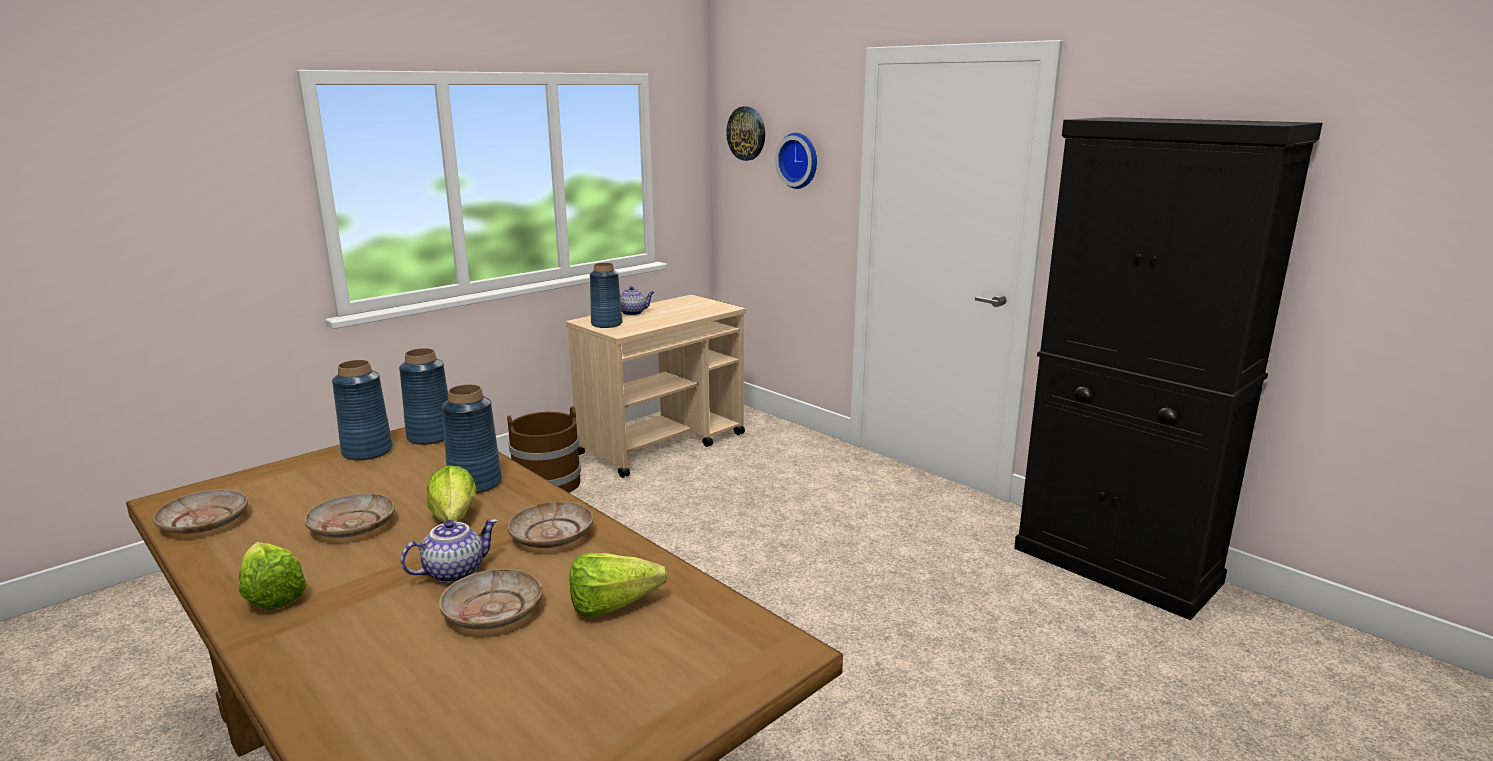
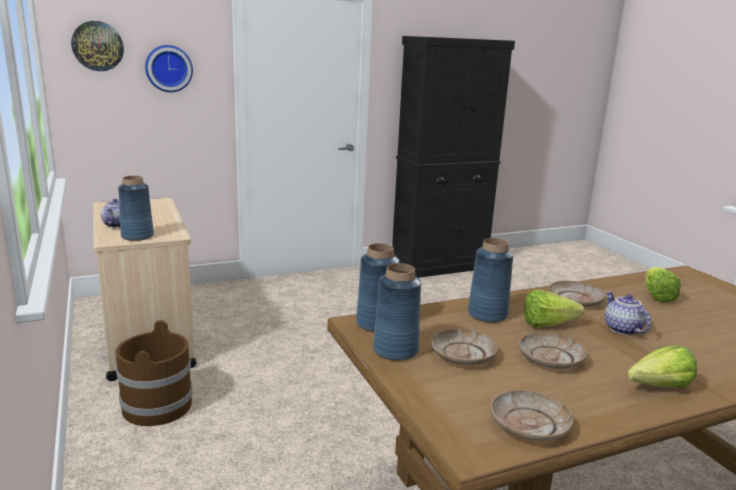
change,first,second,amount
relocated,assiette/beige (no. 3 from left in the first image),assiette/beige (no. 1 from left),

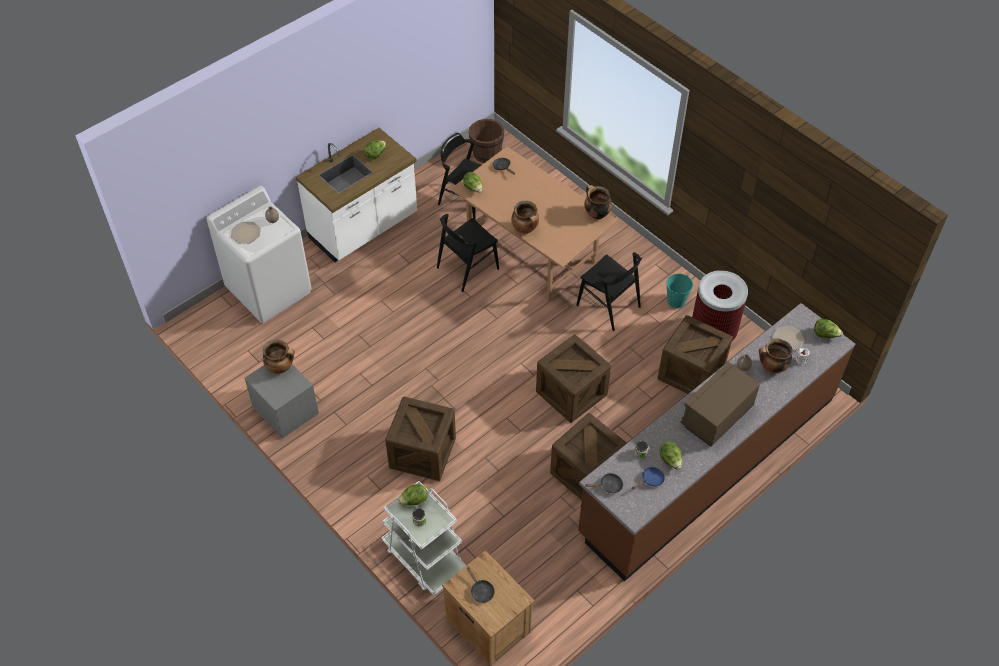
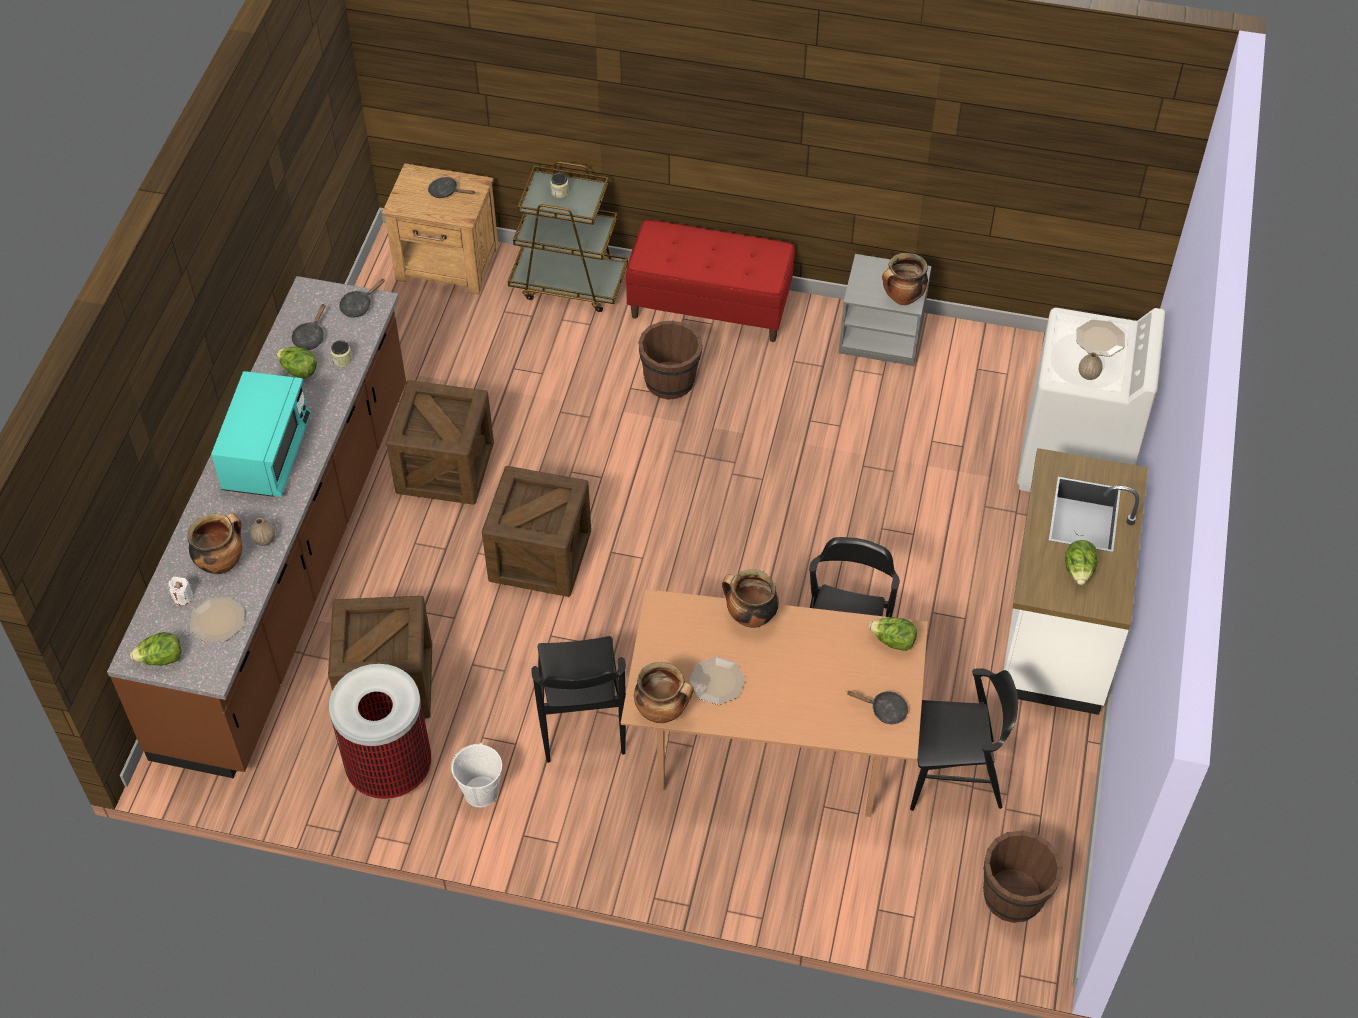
change,first,second,amount
colour,micro-ondes/marron,micro-ondes/turquoise,
colour,poêle/bleu,poêle/noir (no. 1 from left),
colour,seau/turquoise,seau/blanc,
colour,chariot/blanc,chariot/marron,
spun,chaise/noir (no. 3 from left in the first image),chaise/noir (no. 1 from left),105 degrees counterclockwise
appeared,,banc/rouge,
exchanged,caisse (no. 1 from left),seau/marron (no. 1 from left),
appeared,,assiette (no. 2 from left),
missing,laitue (no. 2 from left),,

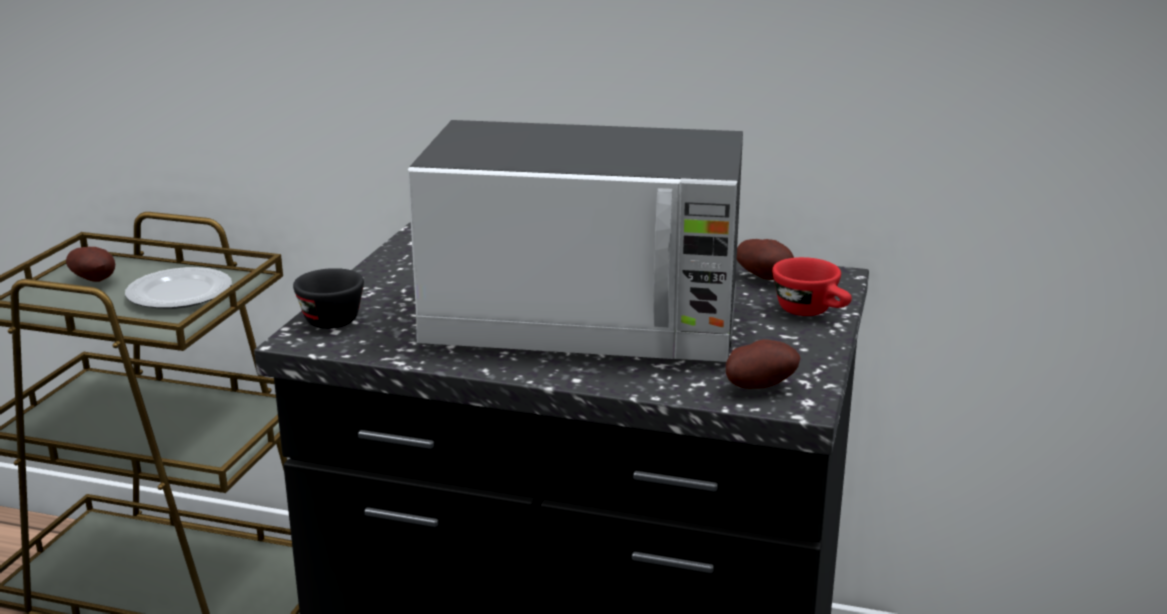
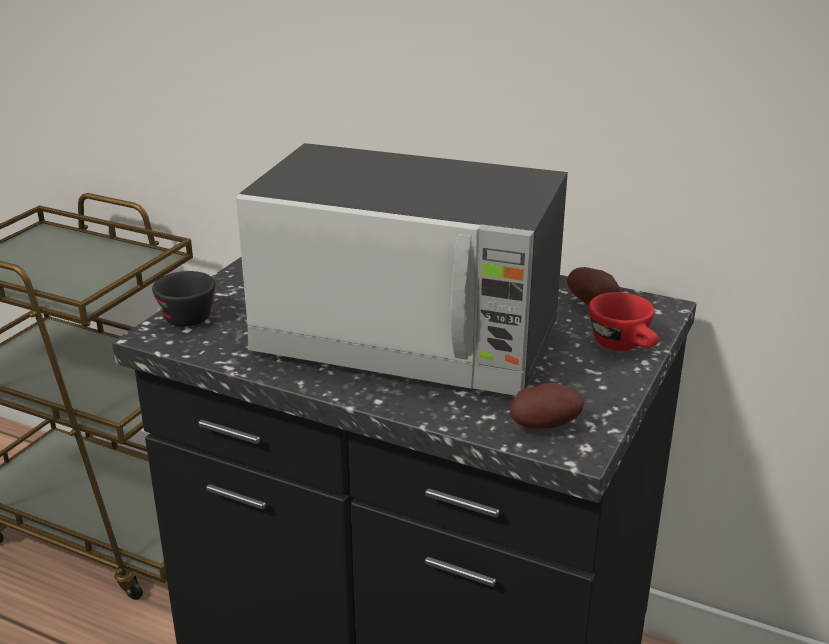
change,first,second,amount
missing,pomme de terre (no. 1 from left),,
missing,assiette,,

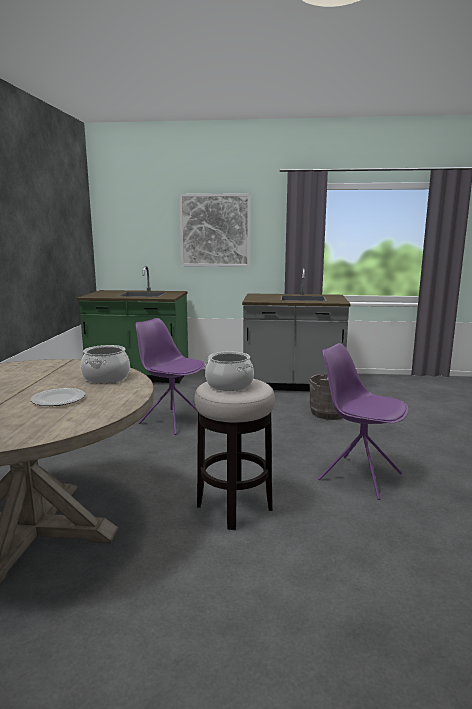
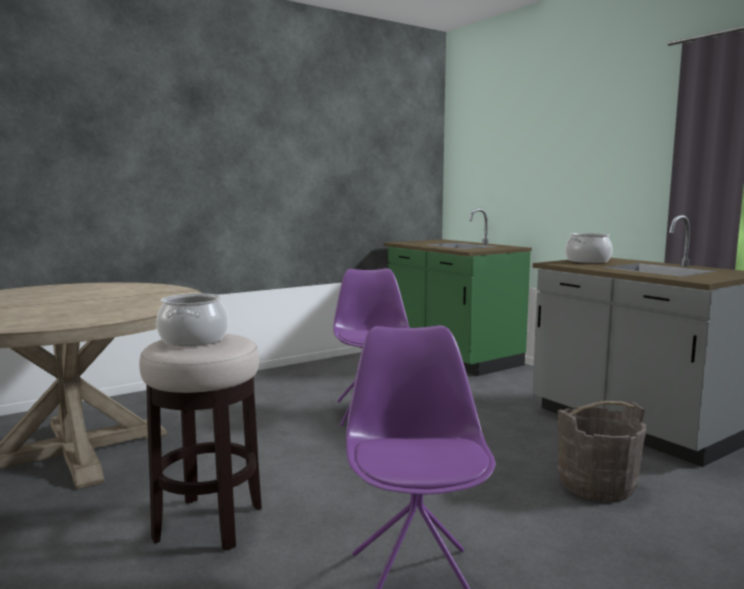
change,first,second,amount
relocated,marmite (no. 1 from left in the first image),marmite (no. 2 from left),
missing,assiette,,
missing,tableau,,

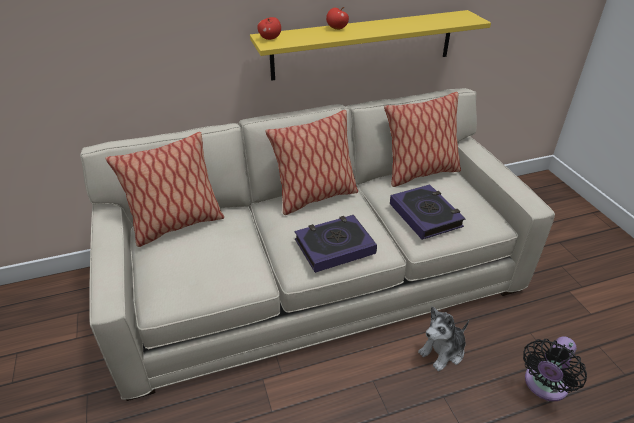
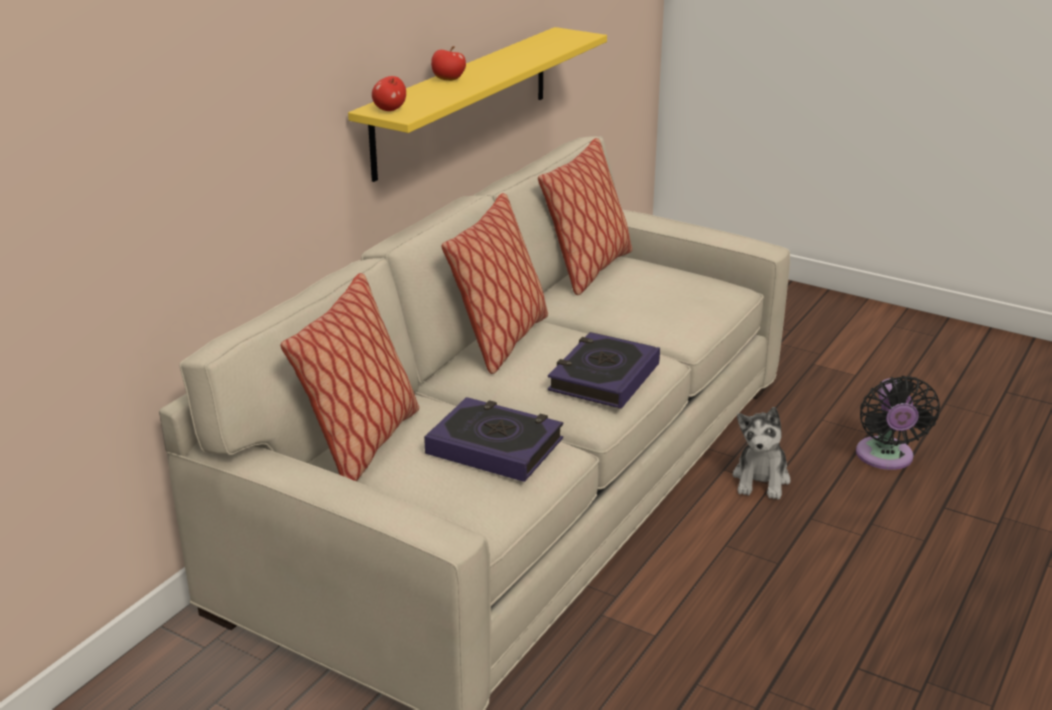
change,first,second,amount
relocated,livre (no. 2 from left in the first image),livre (no. 1 from left),

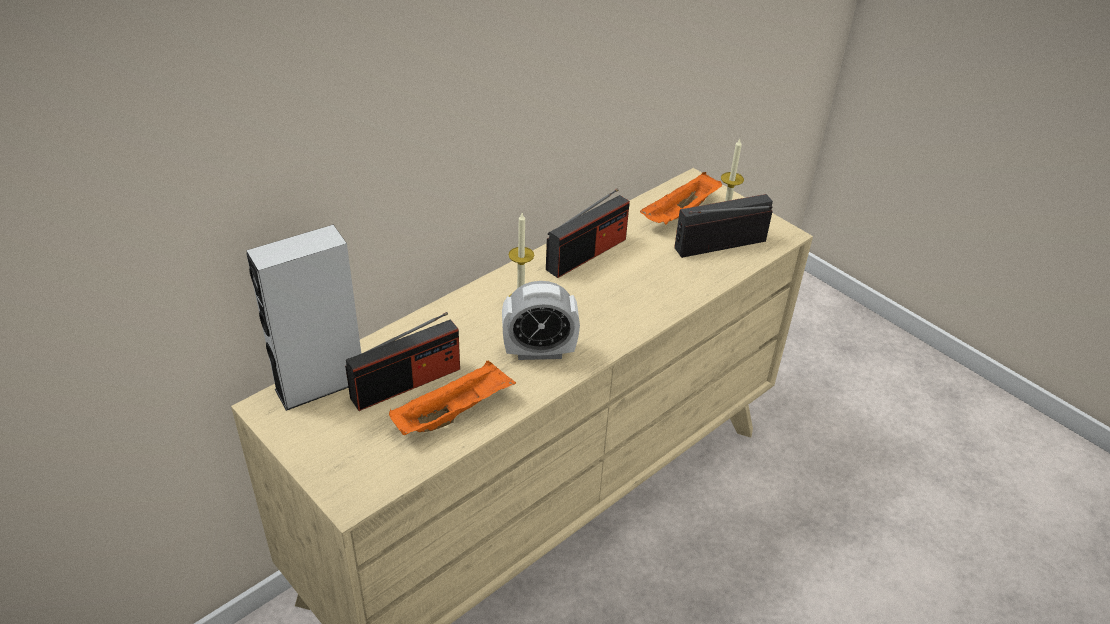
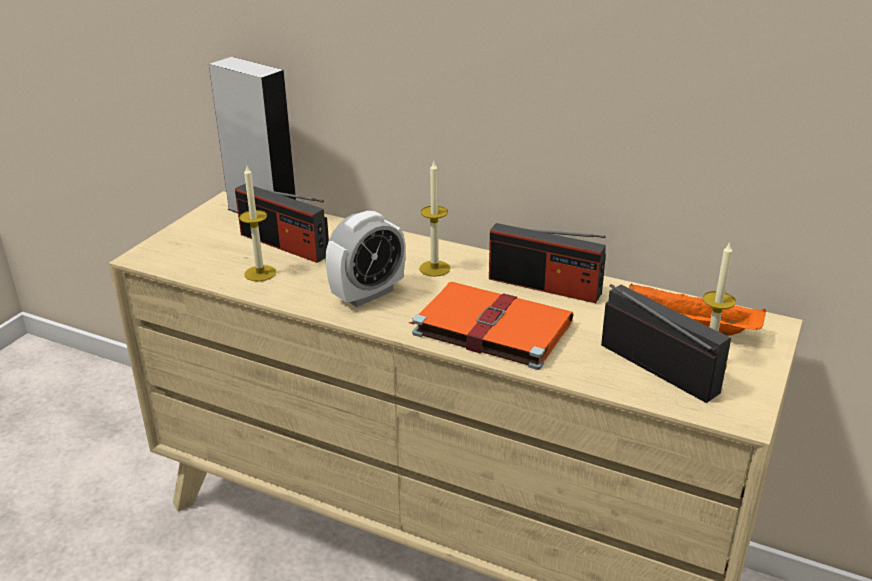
change,first,second,amount
exchanged,plateau/orange (no. 1 from left),bougie (no. 1 from left),
spun,réveil,,105 degrees counterclockwise
appeared,,livre/orange,

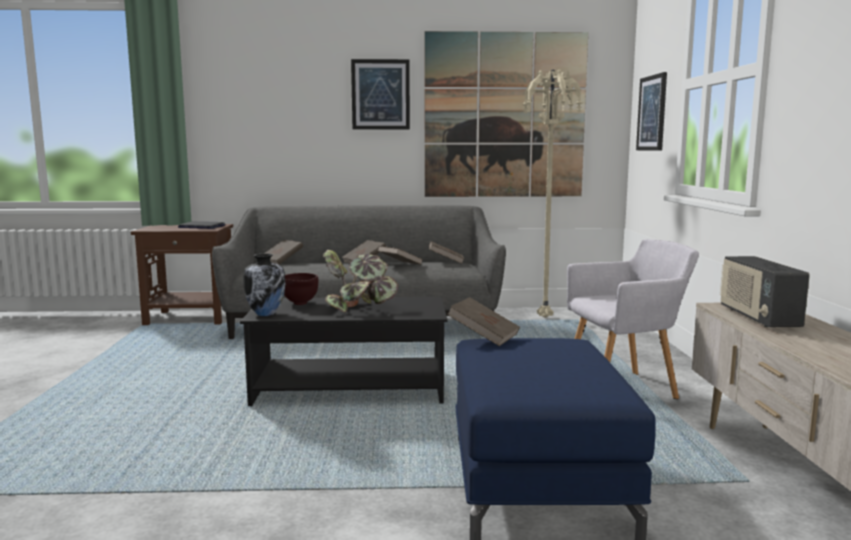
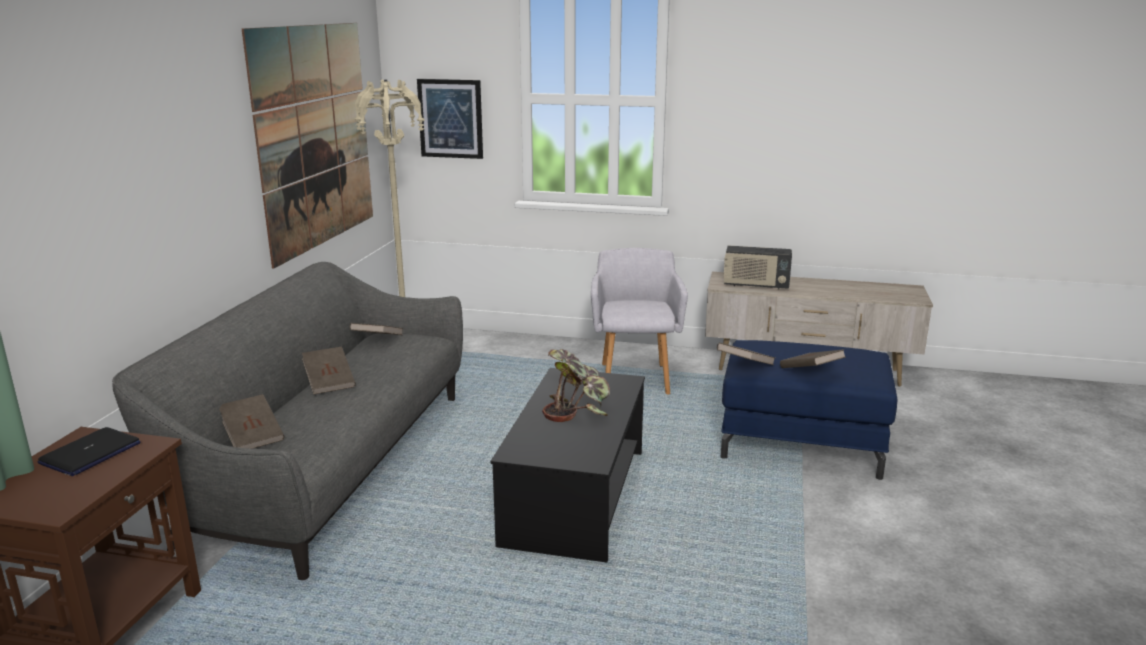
change,first,second,amount
relocated,livre/marron (no. 3 from left in the first image),livre/marron (no. 5 from left),
missing,vase,,
missing,bol/marron,,
missing,tableau (no. 1 from left),,

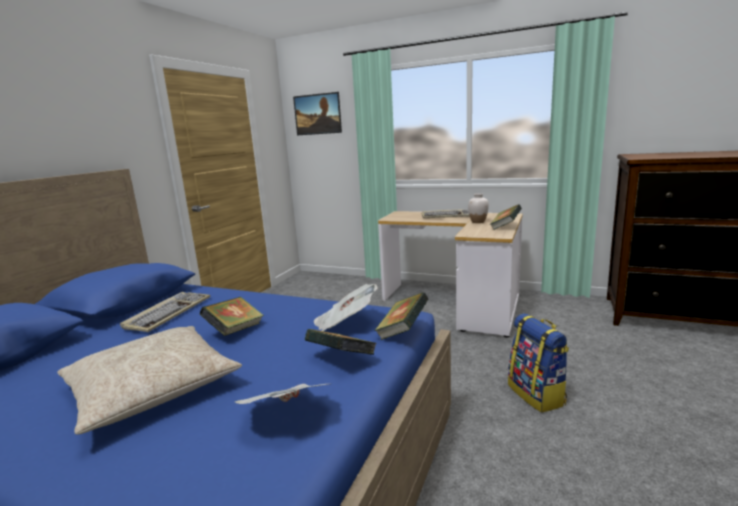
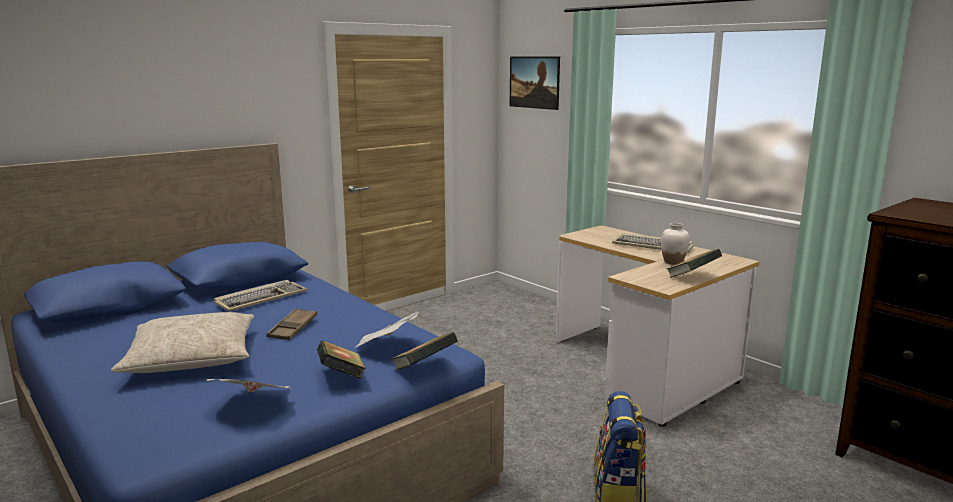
change,first,second,amount
exchanged,livre (no. 1 from left),plateau/marron,

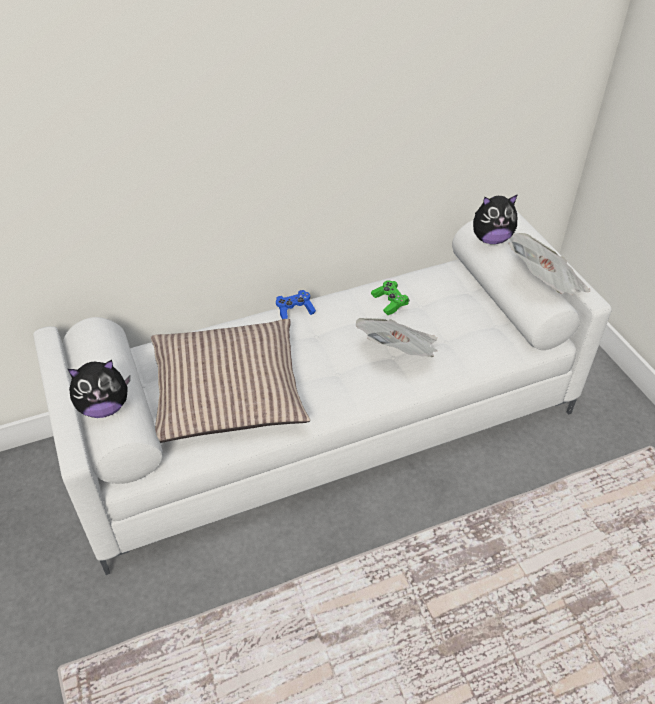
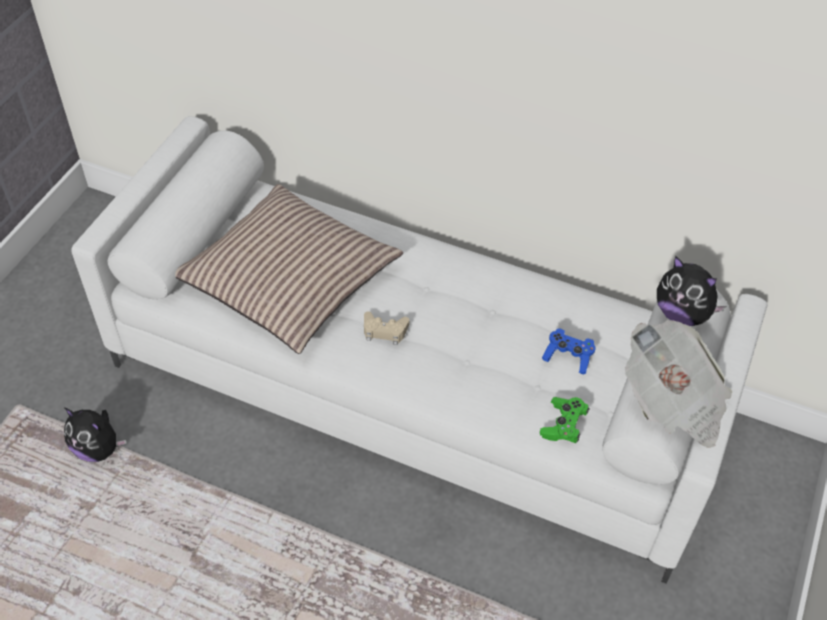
change,first,second,amount
relocated,peluche (no. 1 from left),,
appeared,,manette/beige,
relocated,manette/vert,,
relocated,manette/bleu,,
missing,journal (no. 1 from left),,

